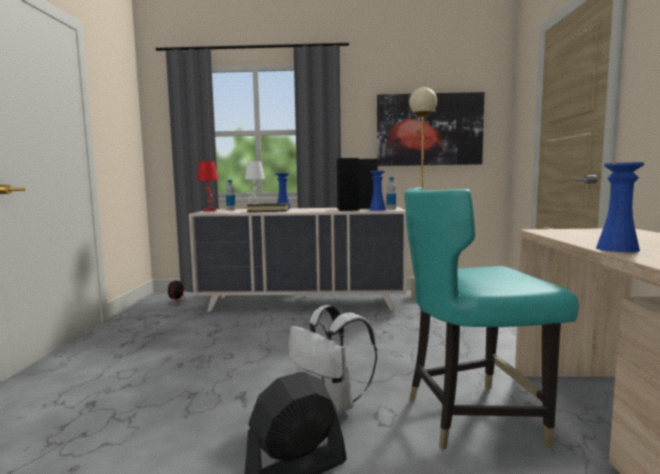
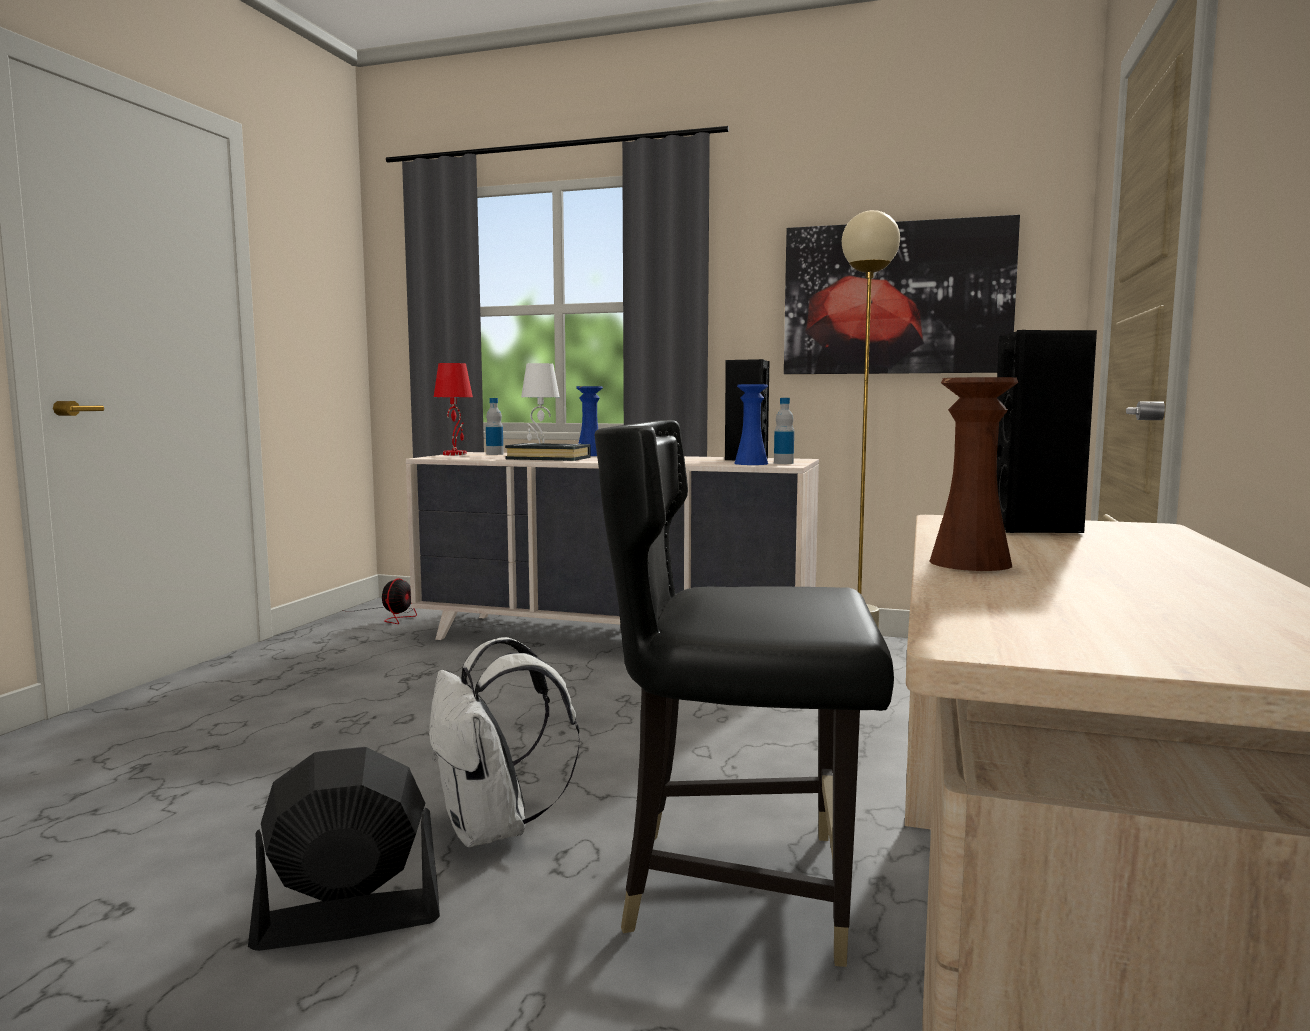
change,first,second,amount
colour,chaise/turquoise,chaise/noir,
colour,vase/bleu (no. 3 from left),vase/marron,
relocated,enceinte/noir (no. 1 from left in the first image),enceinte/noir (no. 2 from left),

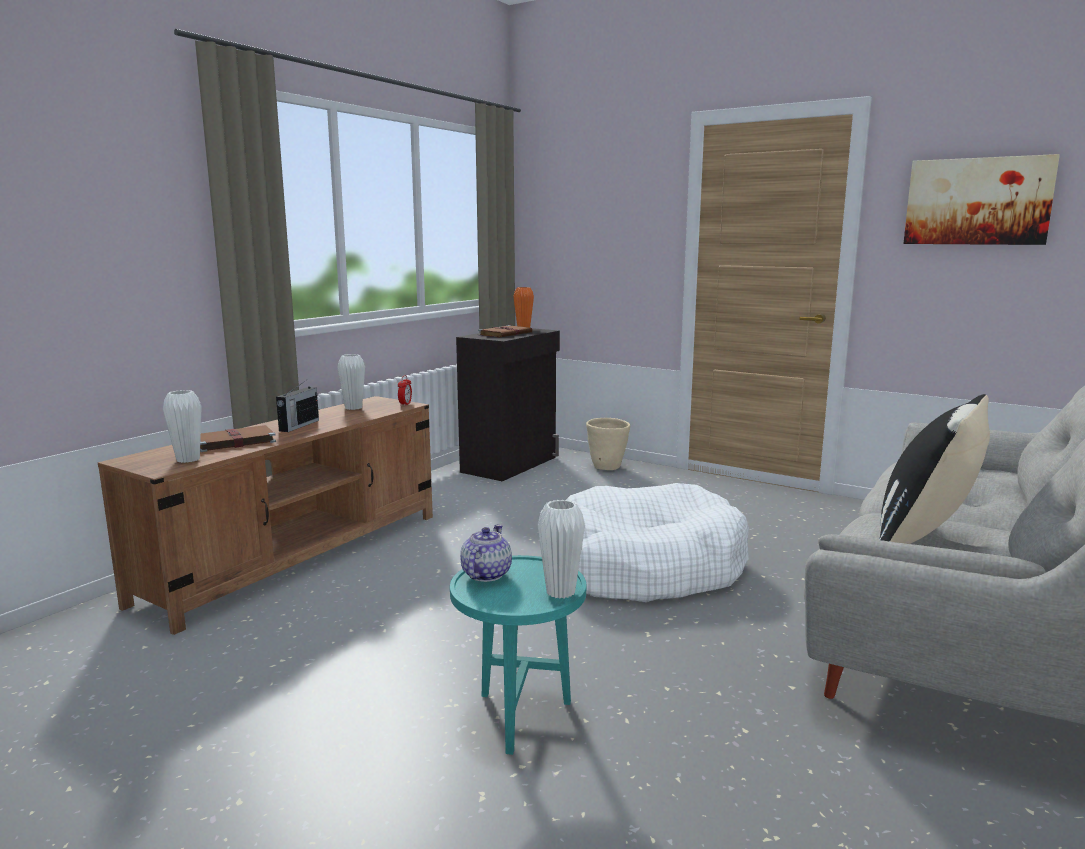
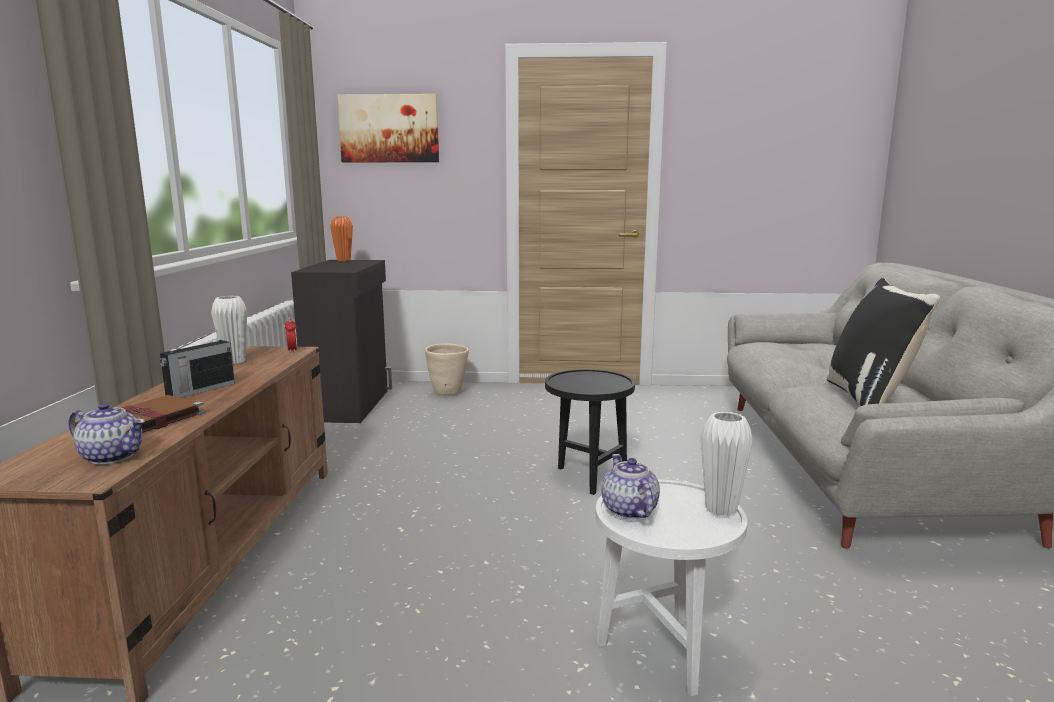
change,first,second,amount
exchanged,vase/blanc (no. 1 from left),théière (no. 1 from left),
spun,radio,,45 degrees clockwise
relocated,tableau,,
exchanged,panier pour chien/blanc,table d'appoint/noir,
colour,table d'appoint/turquoise,table d'appoint/blanc,
missing,livre/marron (no. 2 from left),,

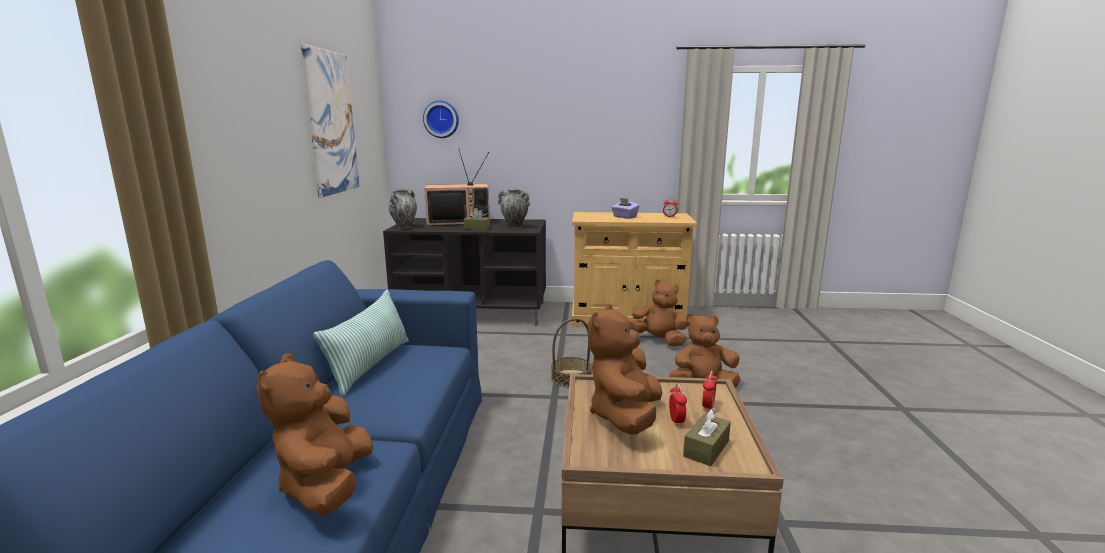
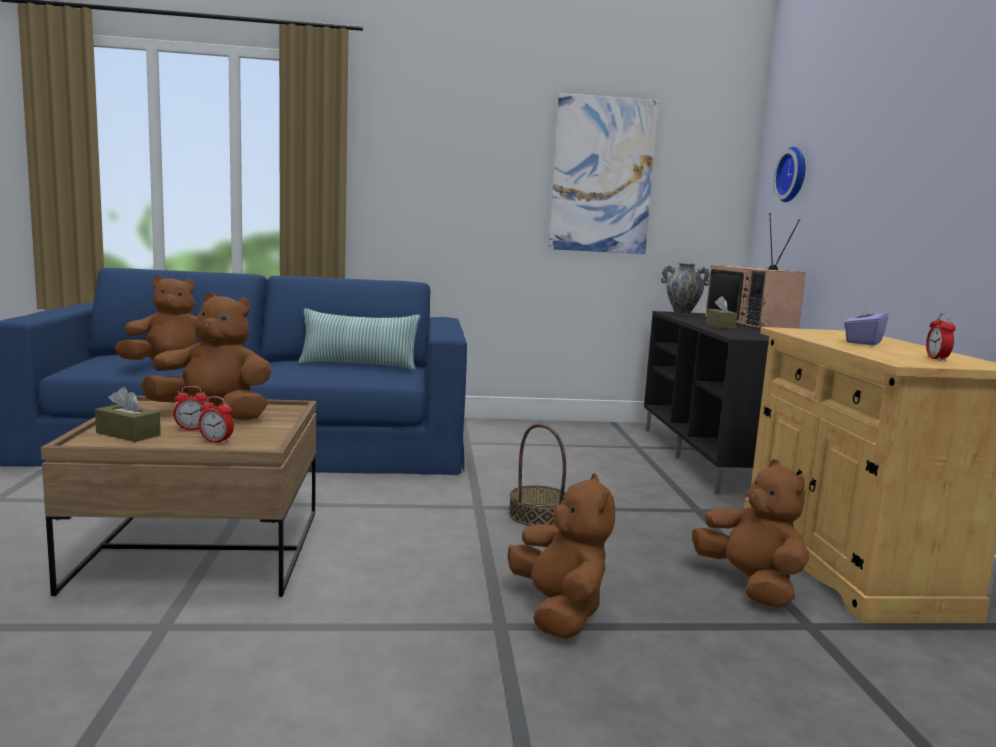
change,first,second,amount
spun,peluche/marron (no. 3 from left in the first image),peluche/marron (no. 4 from left),45 degrees counterclockwise
missing,vase (no. 2 from left),,

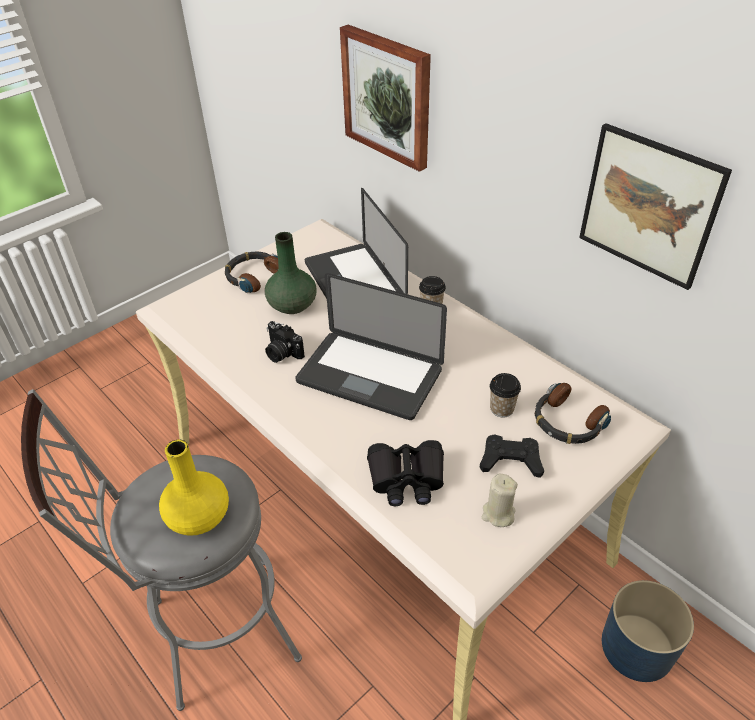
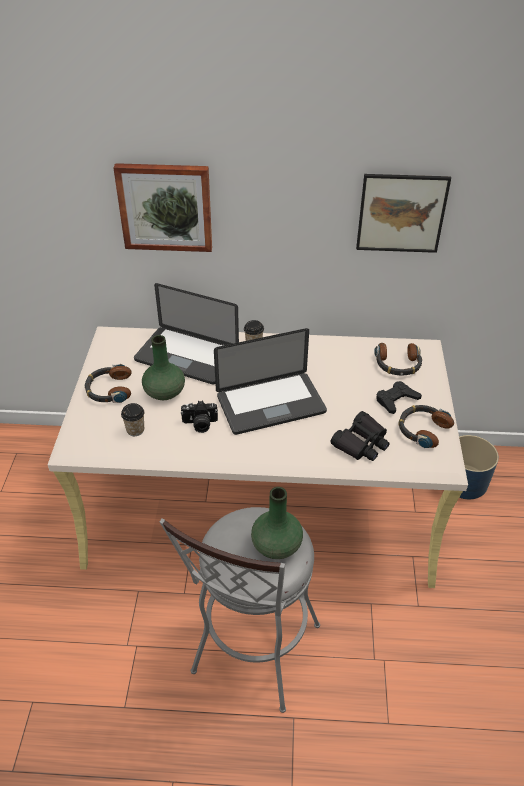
change,first,second,amount
relocated,tasse (no. 2 from left in the first image),tasse (no. 1 from left),
colour,vase/jaune,vase/vert (no. 2 from left),
exchanged,bougie/beige,casque audio (no. 3 from left),

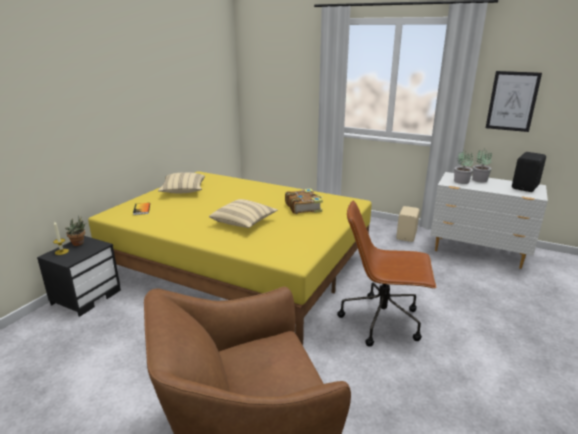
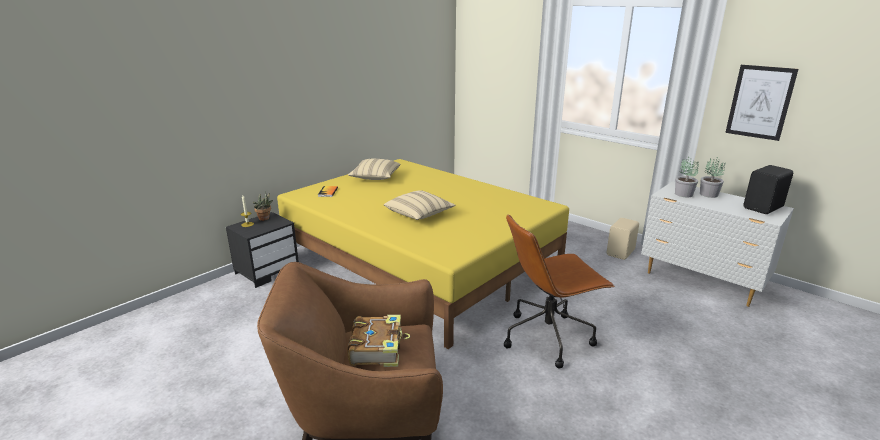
change,first,second,amount
relocated,livre (no. 2 from left),,
spun,chaise de bureau/marron,,45 degrees counterclockwise

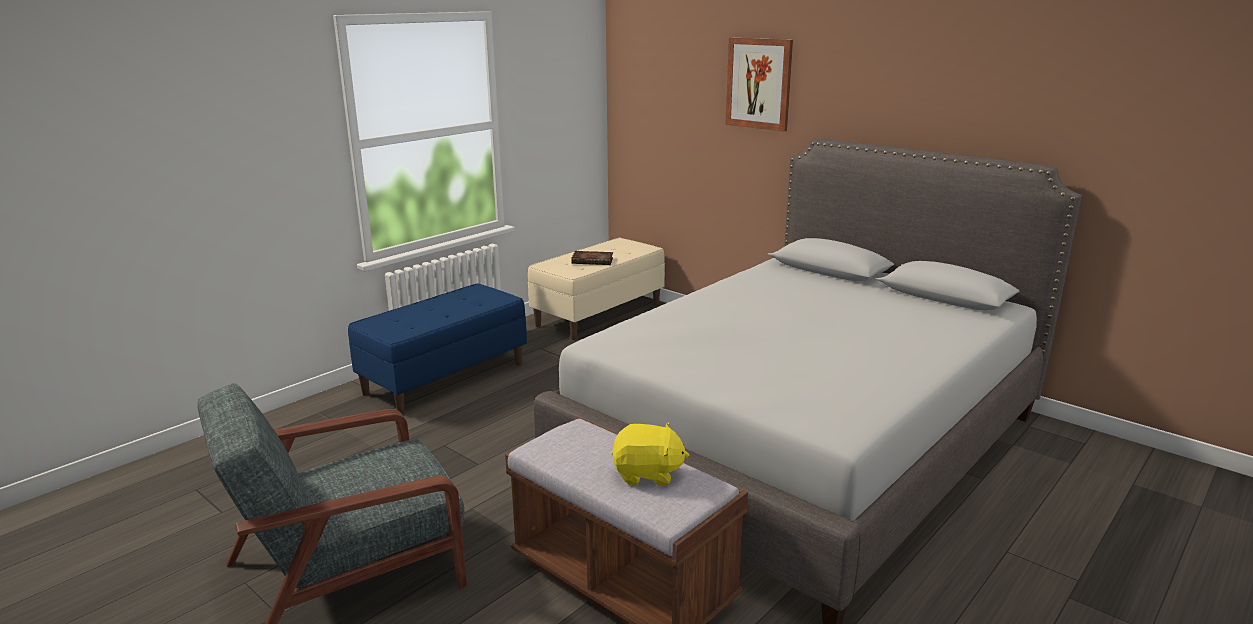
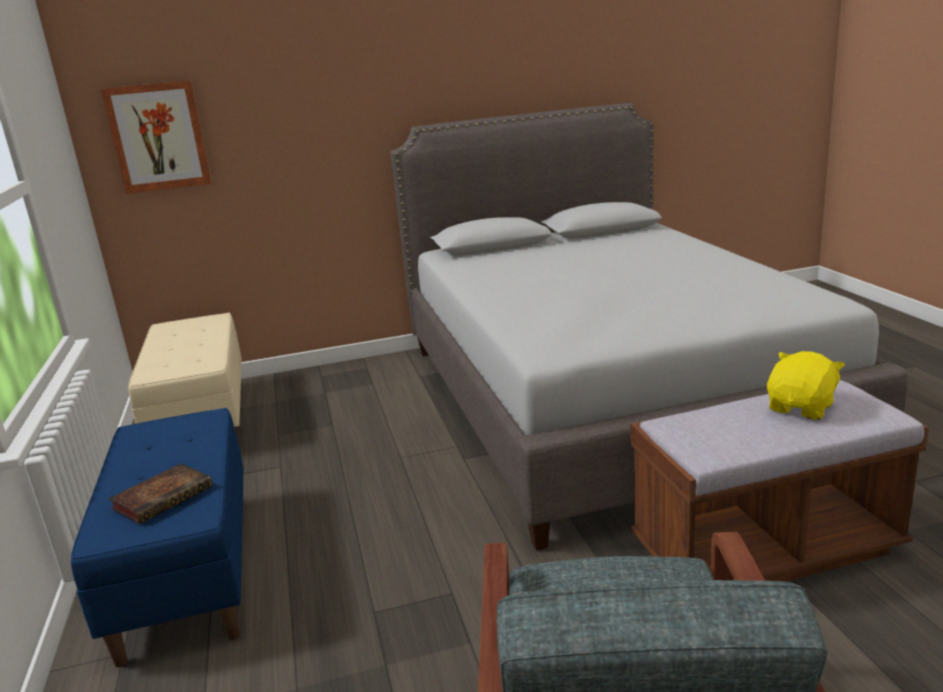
change,first,second,amount
relocated,tableau,,
relocated,livre,,

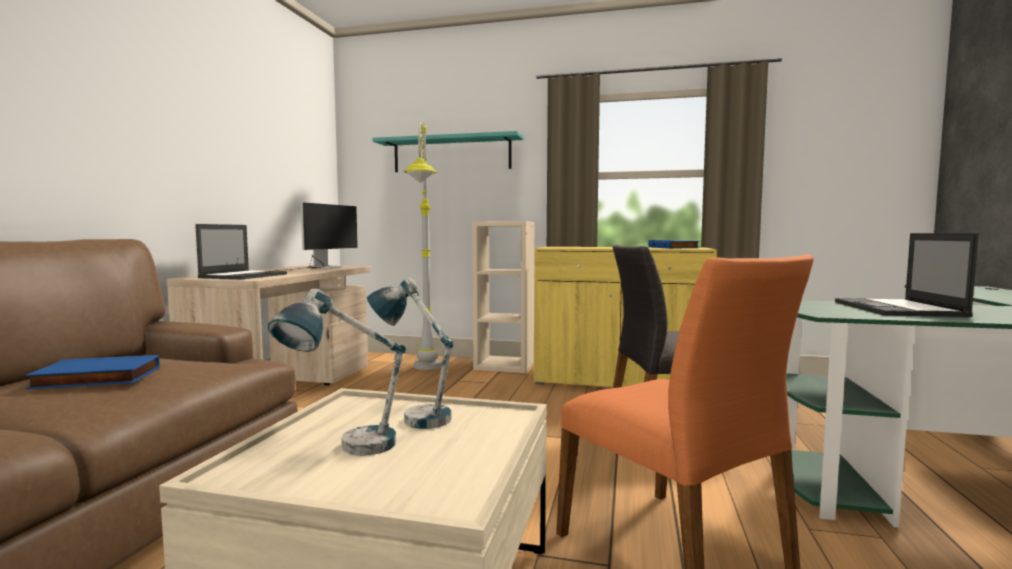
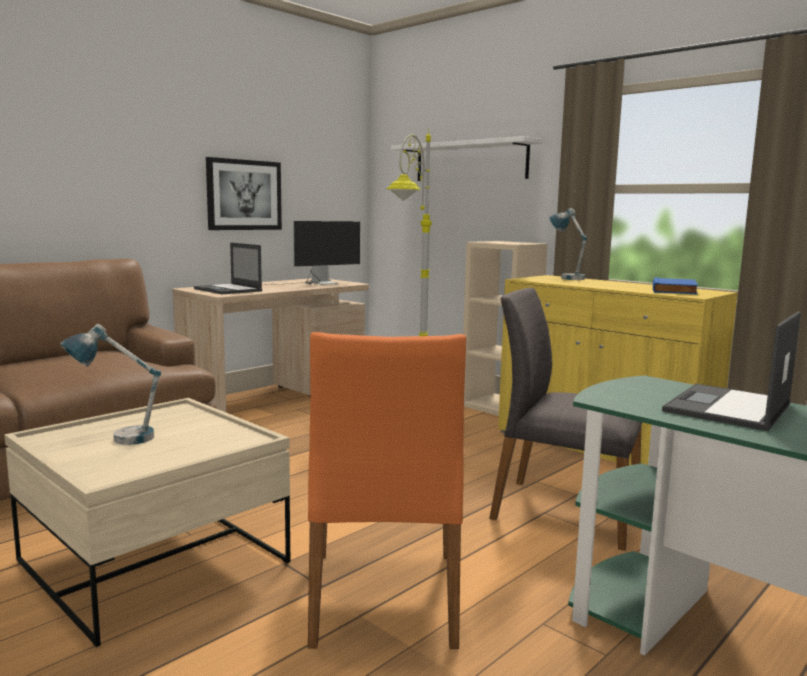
change,first,second,amount
spun,ordinateur portable (no. 1 from left),,90 degrees clockwise
appeared,,tableau,
colour,étagère/turquoise,étagère/blanc,
relocated,lampe de table (no. 2 from left),,
missing,livre/bleu (no. 1 from left),,

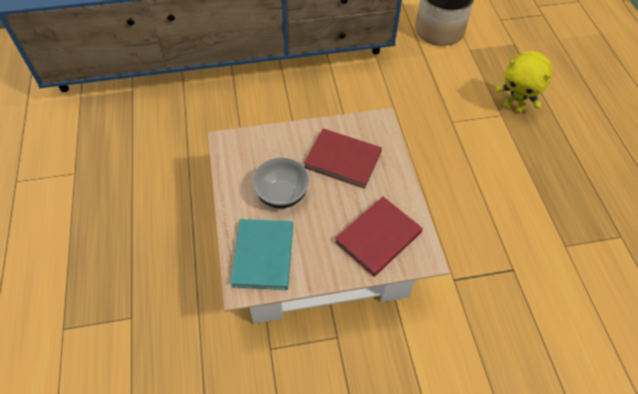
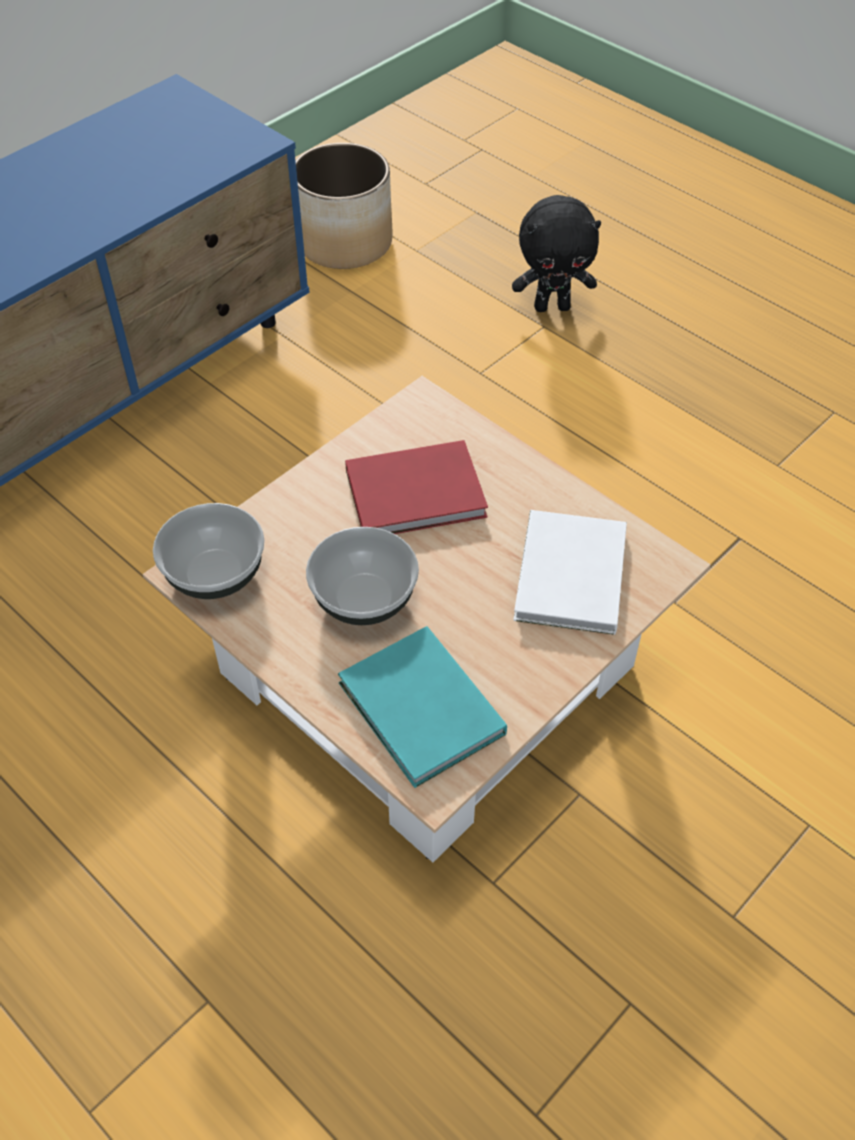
change,first,second,amount
appeared,,bol (no. 1 from left),
colour,peluche/jaune,peluche/noir,
colour,livre/rouge (no. 2 from left),livre/blanc,

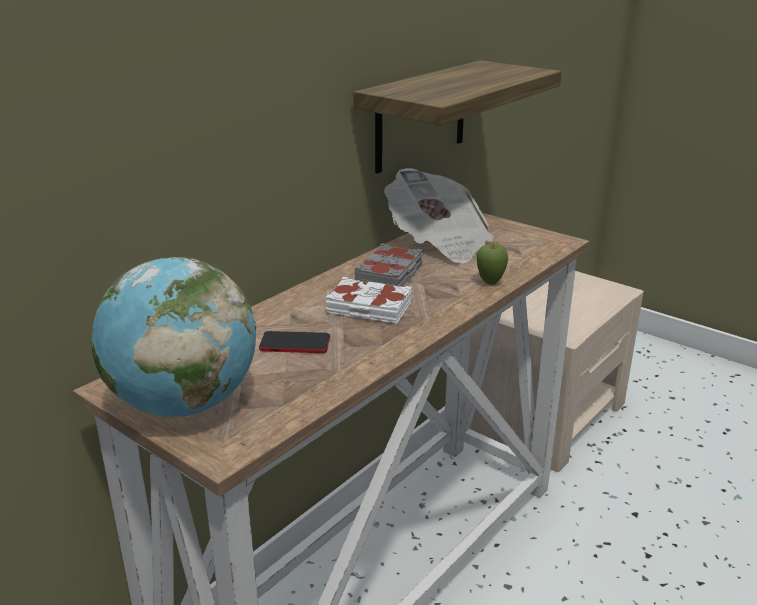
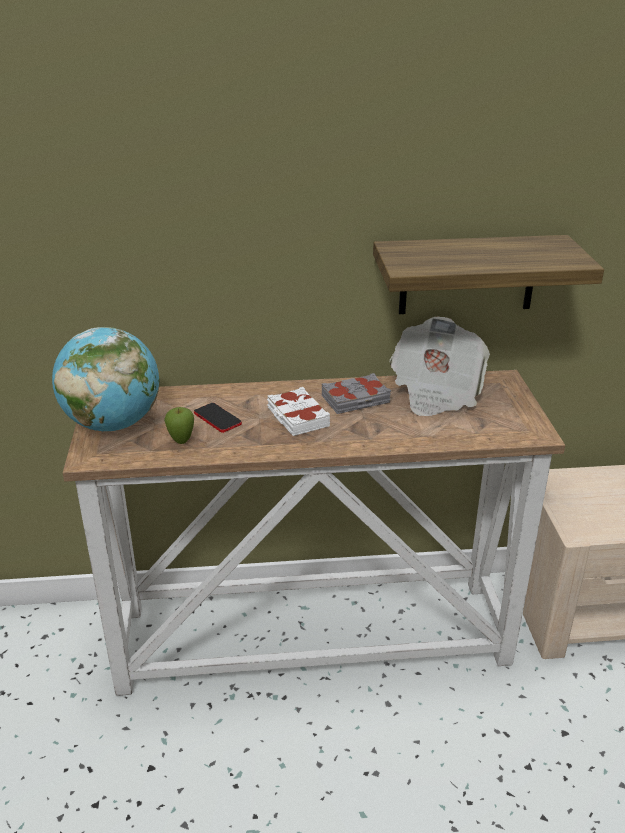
change,first,second,amount
relocated,pomme,,

